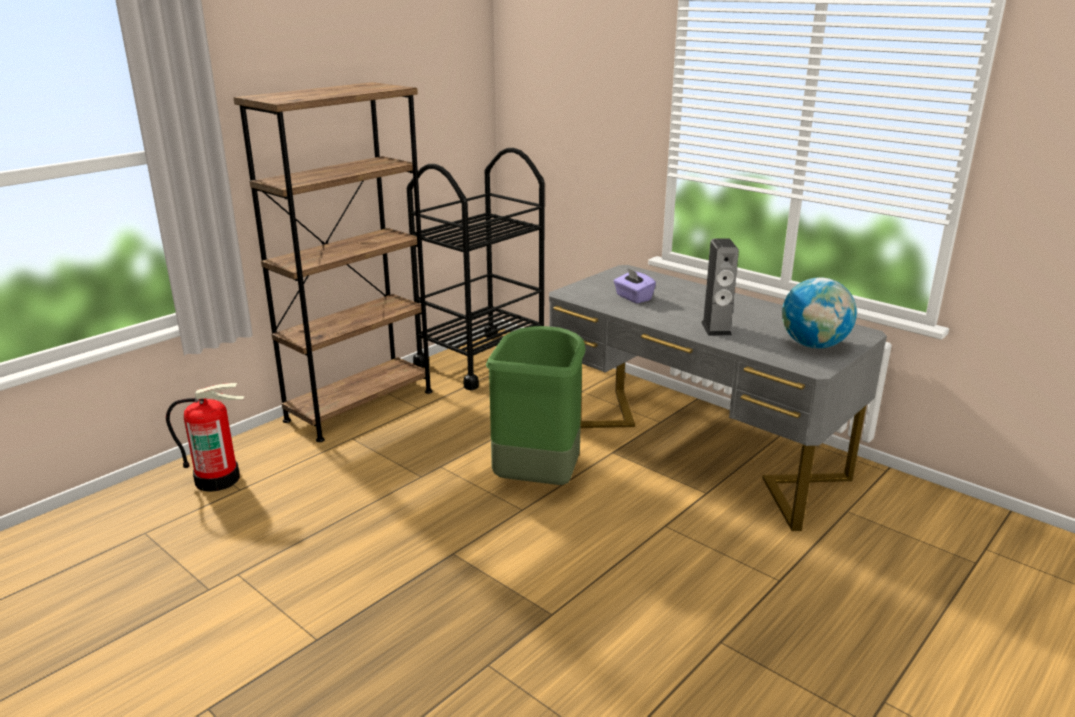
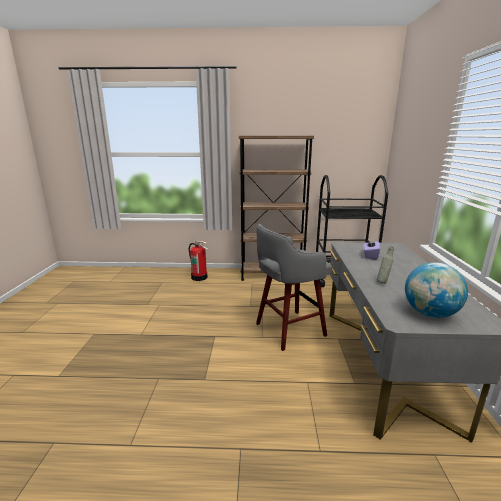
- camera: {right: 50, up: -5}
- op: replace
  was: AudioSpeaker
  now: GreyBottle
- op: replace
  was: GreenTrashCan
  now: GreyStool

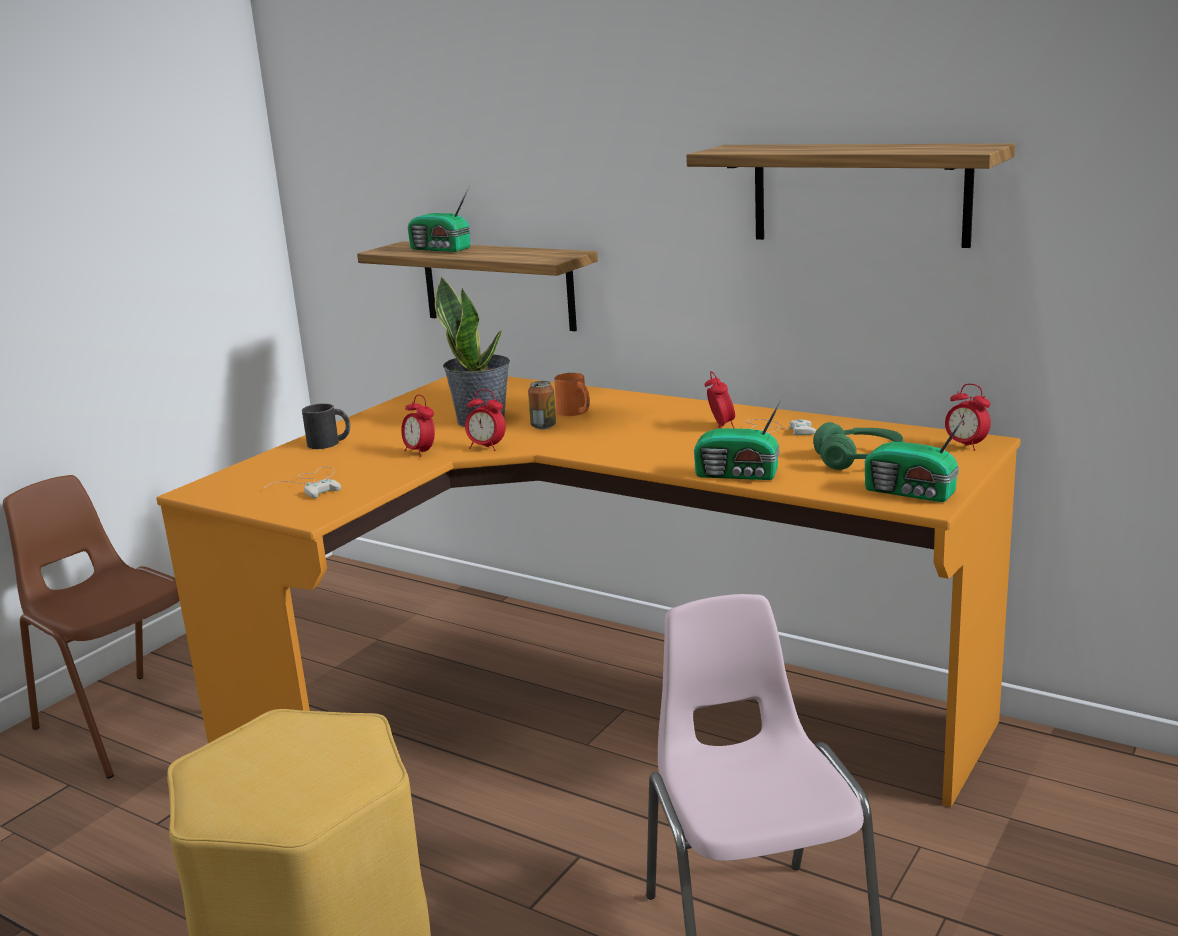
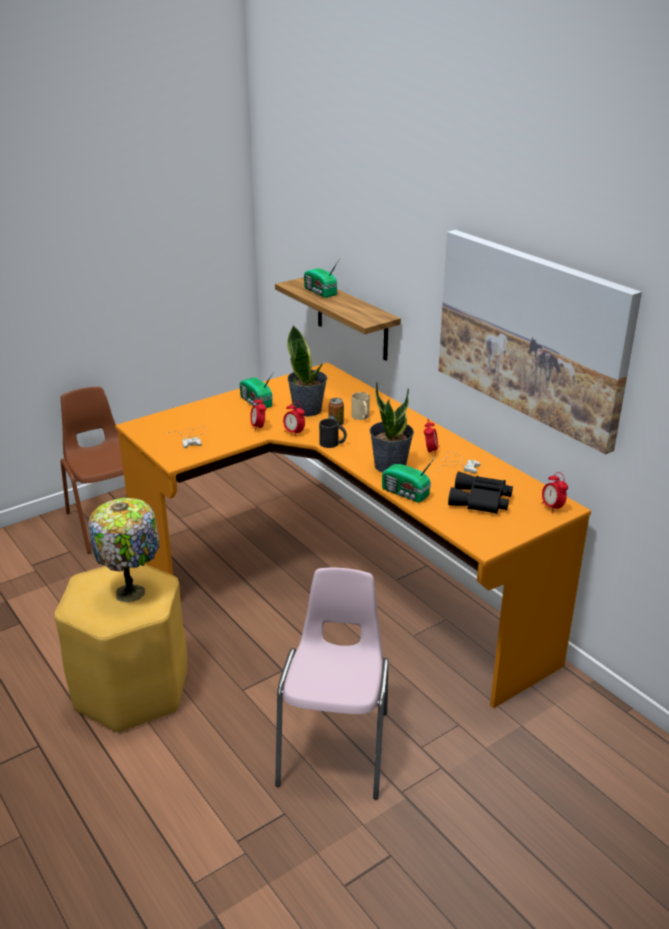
- camera: {right: 20, up: 10}
- op: replace
  was: BracketShelf (2nd from left)
  now: WallArt
- op: recolor
  was: OrangeColouredTeaMug
  now: BeigeTeaMug
- op: move
  was: BlackishTeaMug
- op: move
  was: RadioReceiver (3rd from left in the first image)
  now: RadioReceiver (1st from left)
- op: replace
  was: GreenPairOfHeadphones
  now: BlackishPairOfBinoculars
- op: insert
  now: PlantInAPot (2nd from left)
- op: insert
  now: TableLamp

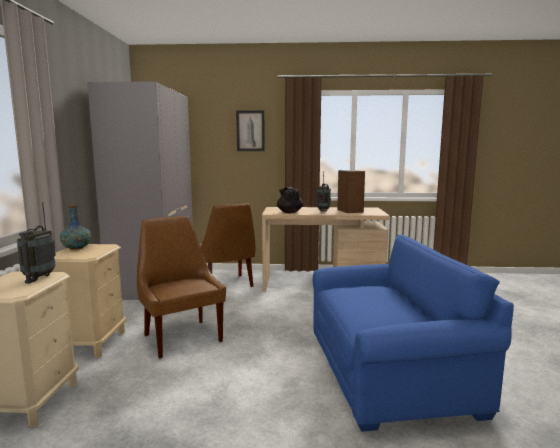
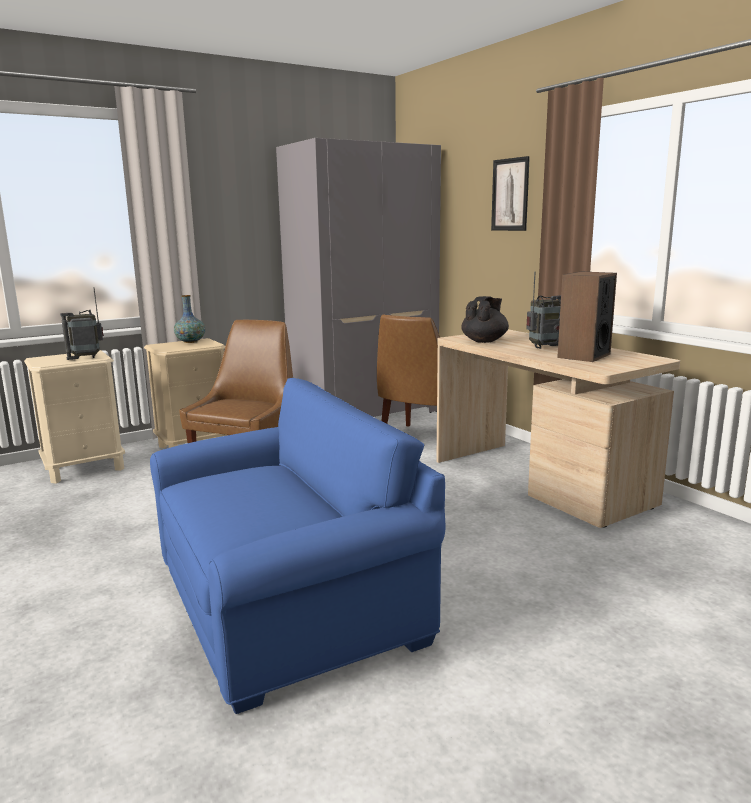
- camera: {right: 55, up: 5}
- op: rotate
  was: BlueEasyChair
  clockwise: -75

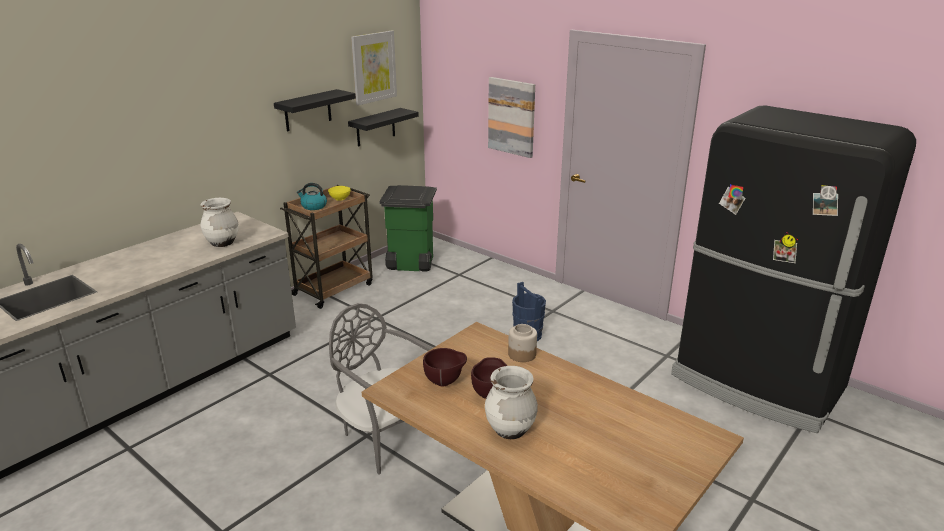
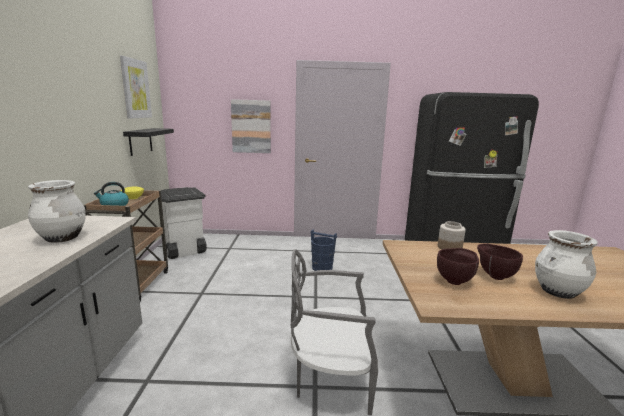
- camera: {right: -40, up: -10}
- op: delete
  was: BlackishBracketShelf (1st from left)
- op: recolor
  was: GreenTrashCan
  now: WhiteTrashCan

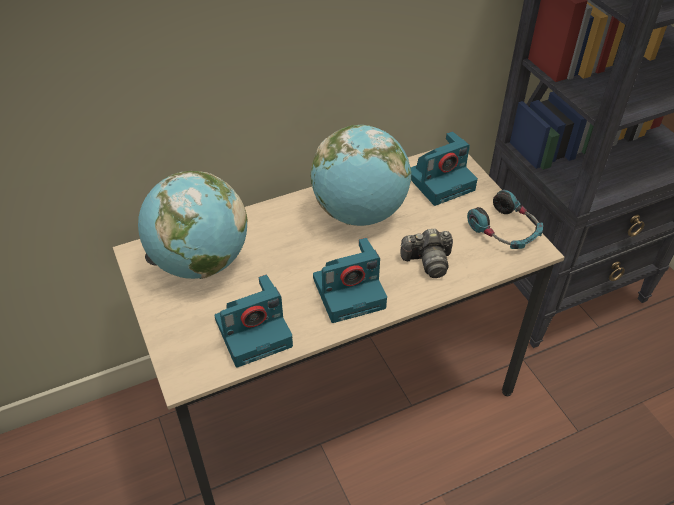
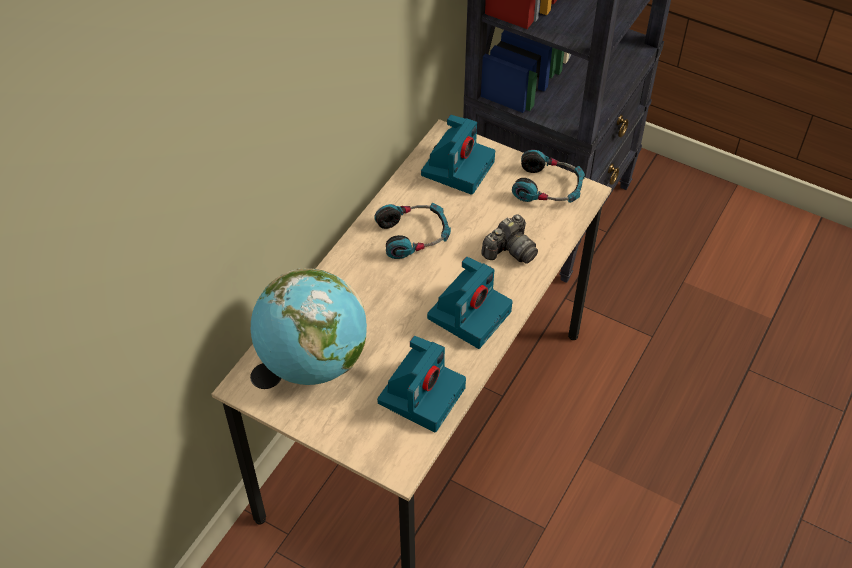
- camera: {right: -35, up: 5}
- op: replace
  was: WorldGlobe (2nd from left)
  now: PairOfHeadphones (1st from left)

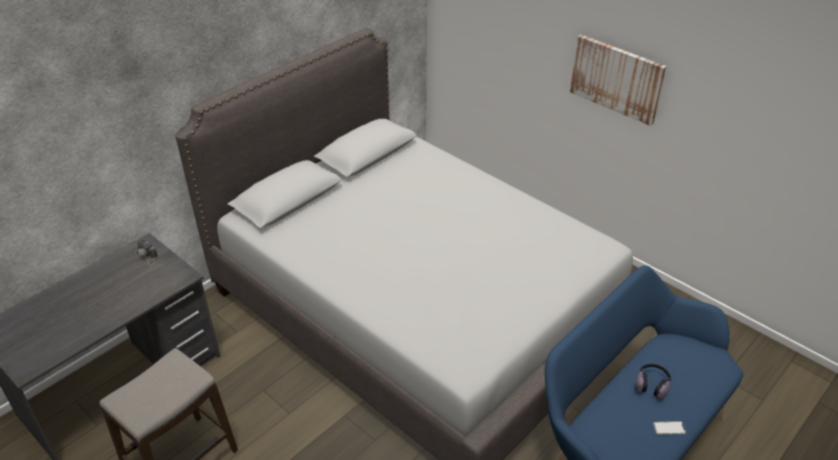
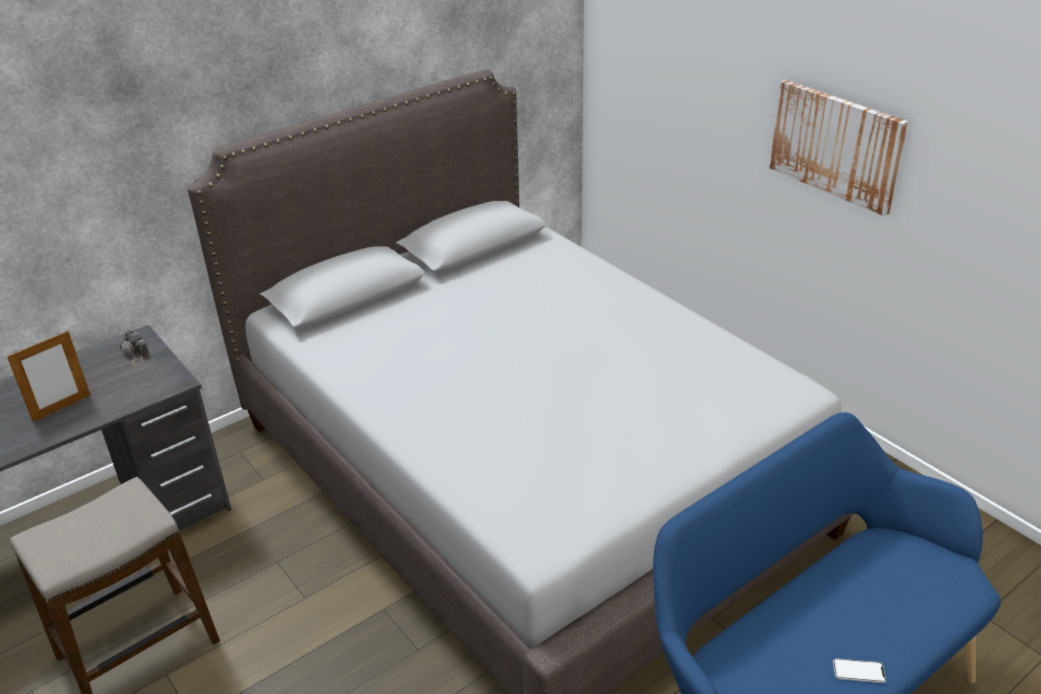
- camera: {right: 10, up: -5}
- op: delete
  was: PairOfHeadphones
- op: insert
  now: PhotoFrame

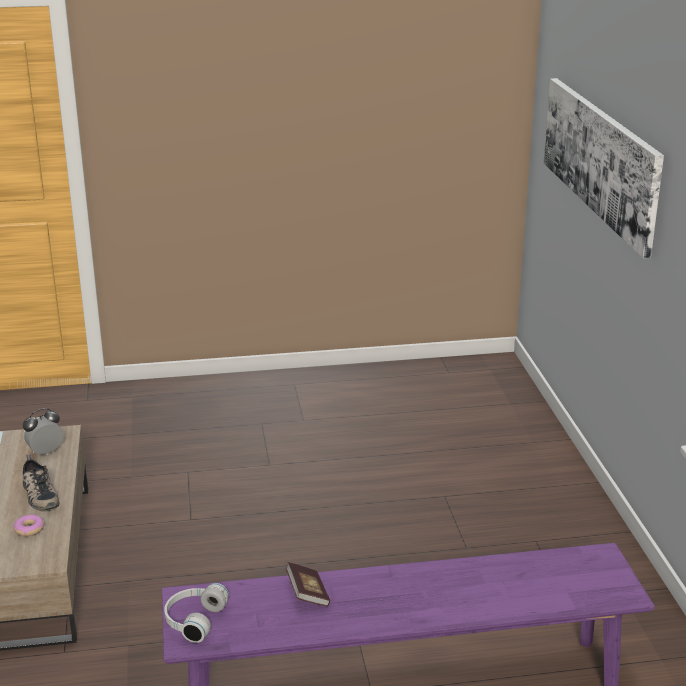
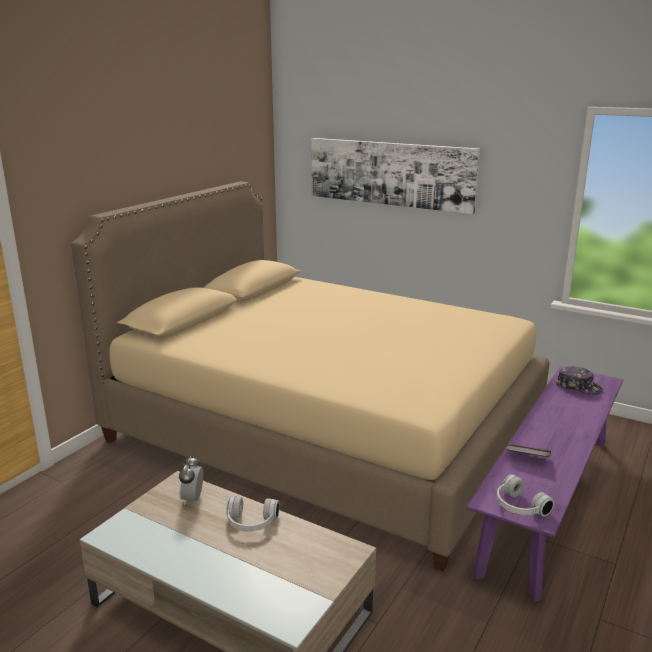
- camera: {right: -50, up: -5}
- op: replace
  was: LowShoe
  now: WhitePairOfHeadphones (1st from left)
- op: delete
  was: RingDoughnut
- op: insert
  now: BeigeBedroomBed
- op: insert
  now: BaseballCap

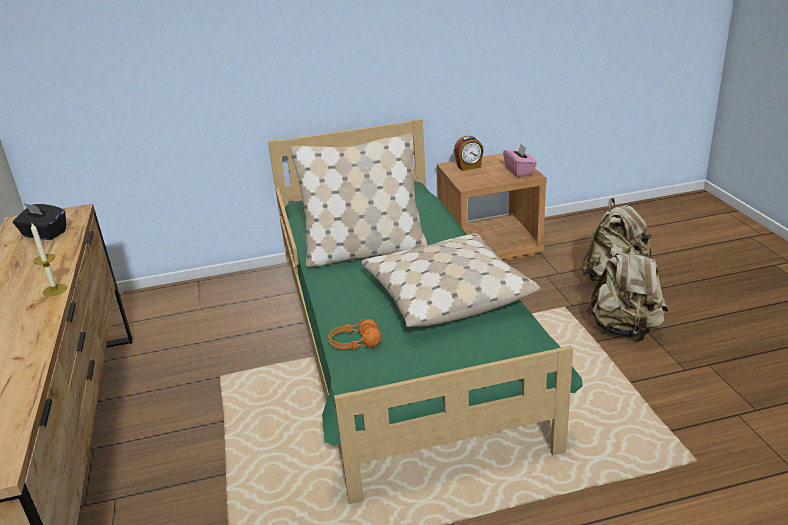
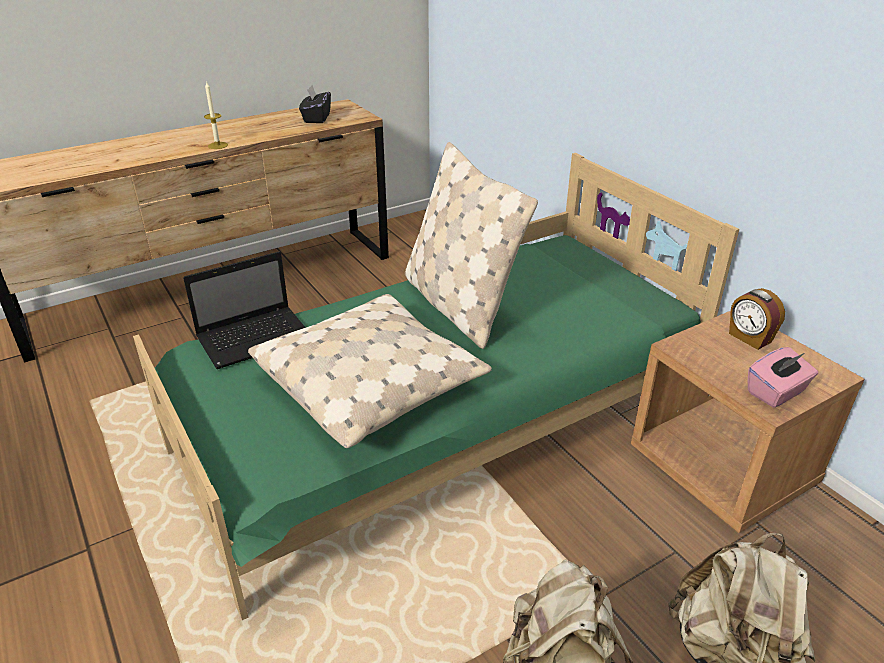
- camera: {right: 70, up: 5}
- op: replace
  was: OrangeColouredPairOfHeadphones
  now: PortableComputer

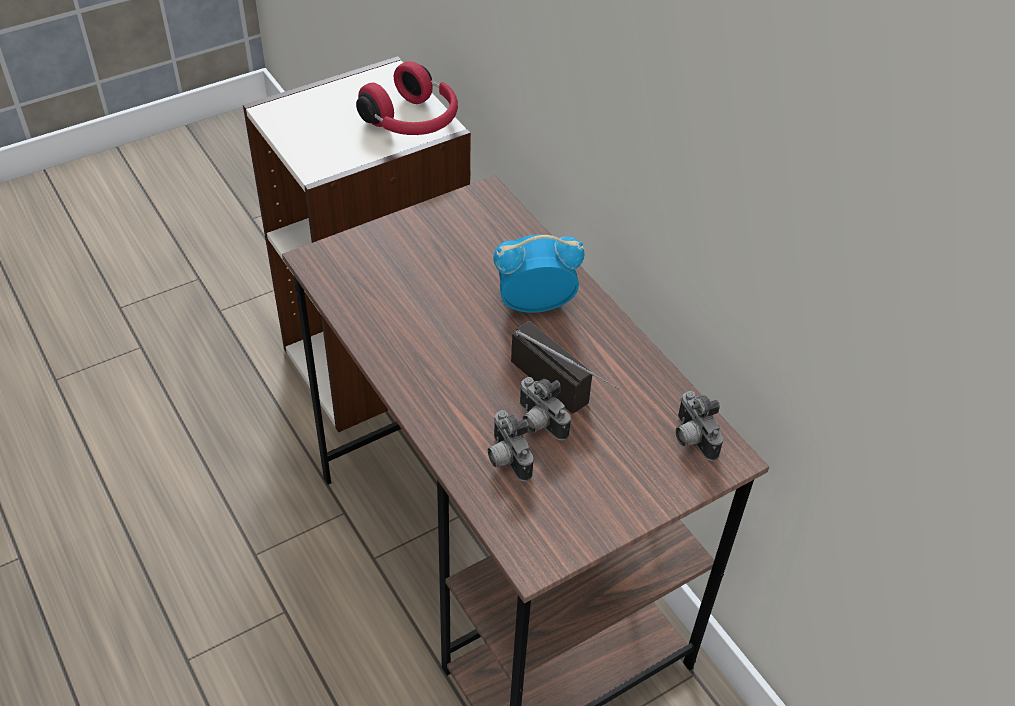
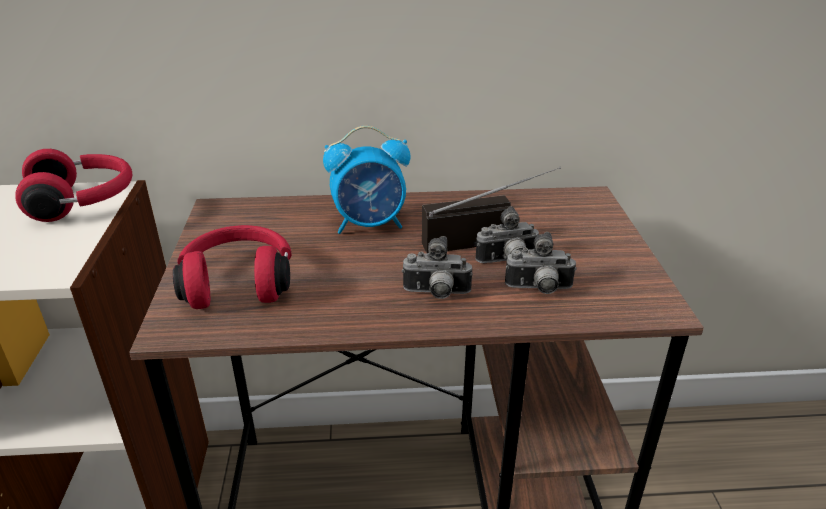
- camera: {right: -60, up: -15}
- op: rotate
  was: BedsideClock
  clockwise: -120
- op: move
  was: PhotoCamera (3rd from left in the first image)
  now: PhotoCamera (1st from left)
- op: insert
  now: RedColouredPairOfHeadphones (2nd from left)

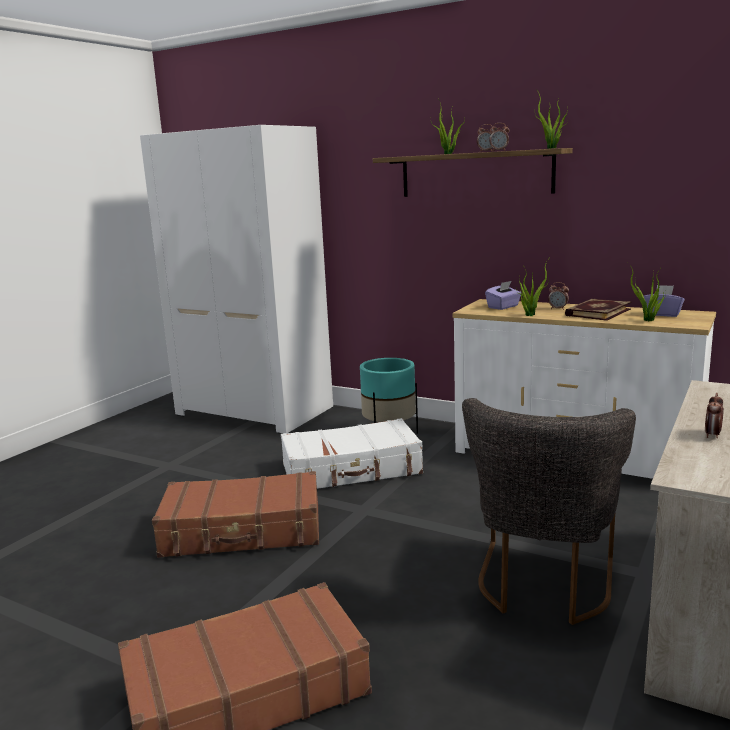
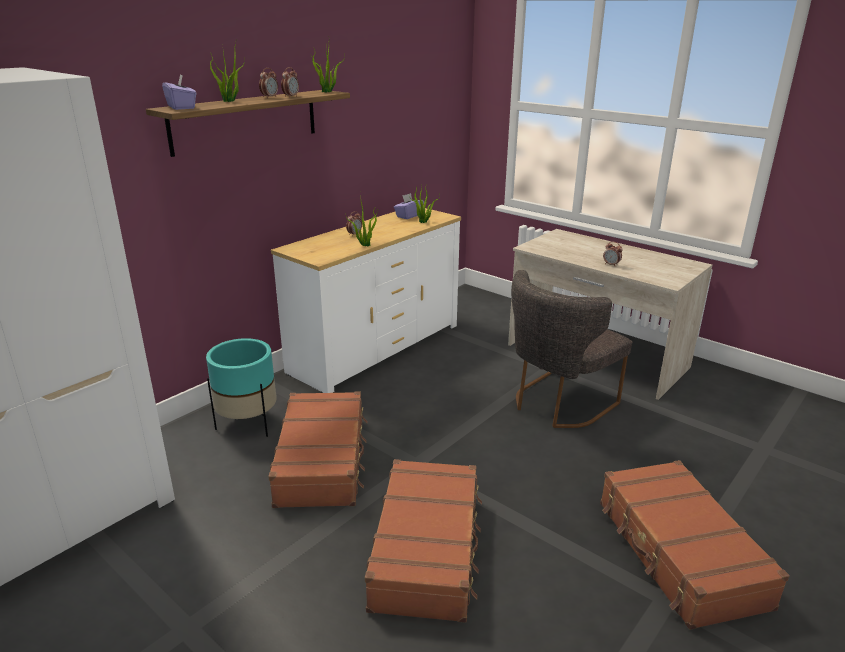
- camera: {right: -80, up: 10}
- op: move
  was: PurplishTissueBox (1st from left)
- op: delete
  was: Book
- op: rotate
  was: GreyChair
  clockwise: 105
- op: recolor
  was: WhiteSuitcase
  now: BrownColouredSuitcase (1st from left)

